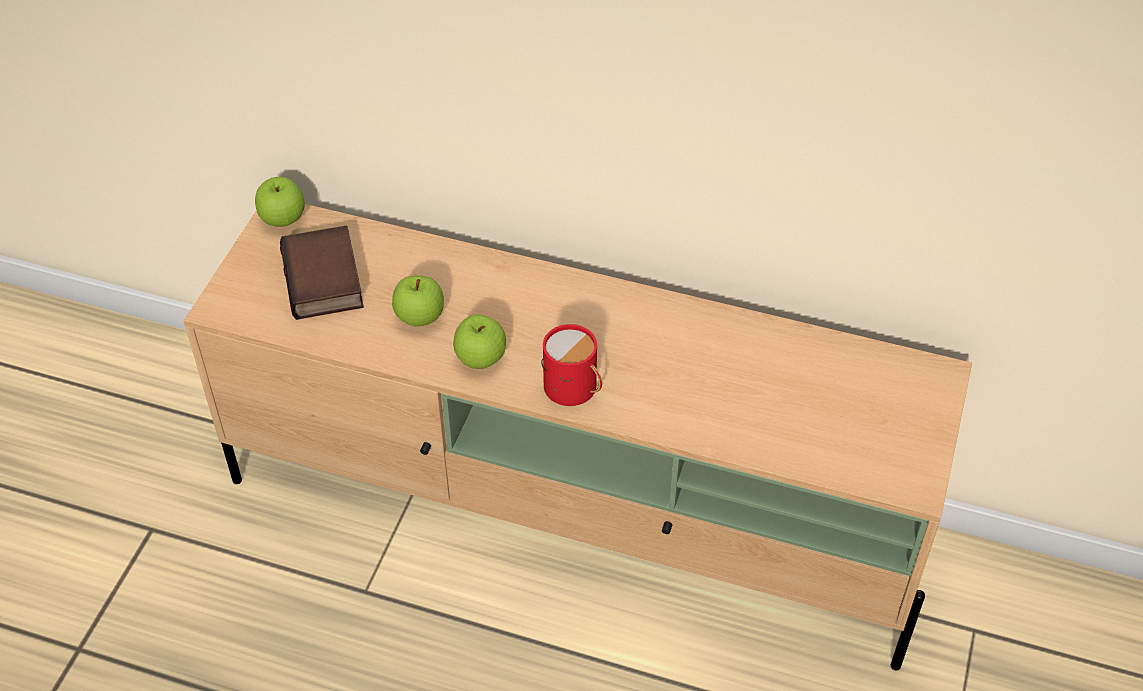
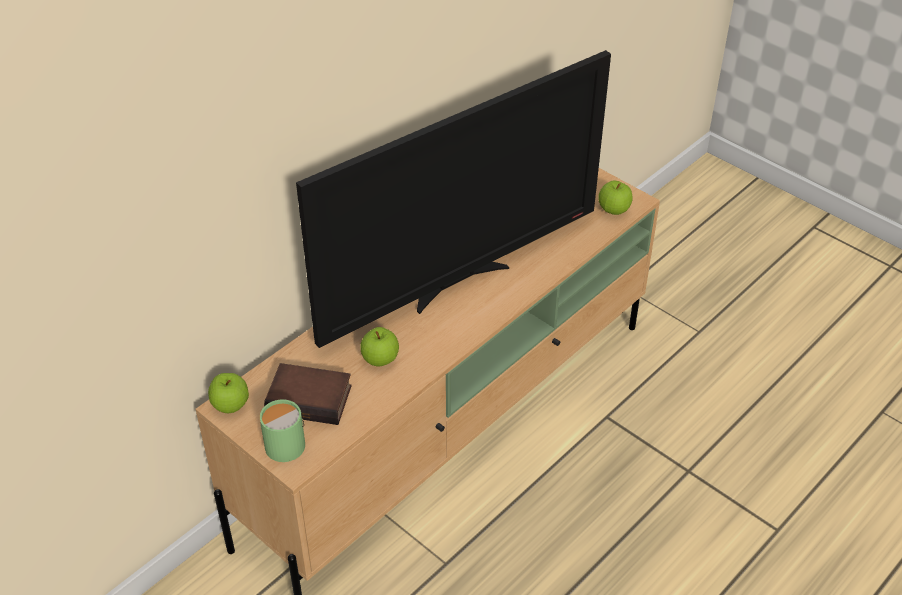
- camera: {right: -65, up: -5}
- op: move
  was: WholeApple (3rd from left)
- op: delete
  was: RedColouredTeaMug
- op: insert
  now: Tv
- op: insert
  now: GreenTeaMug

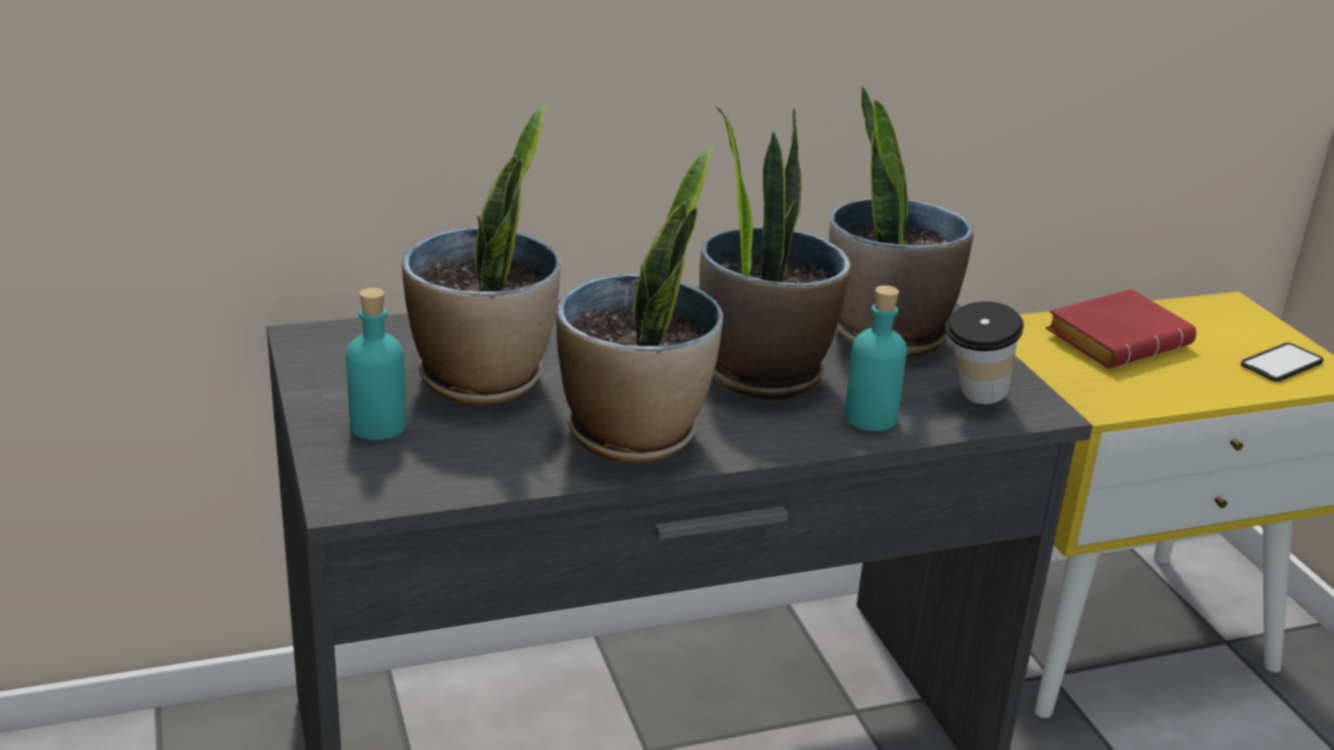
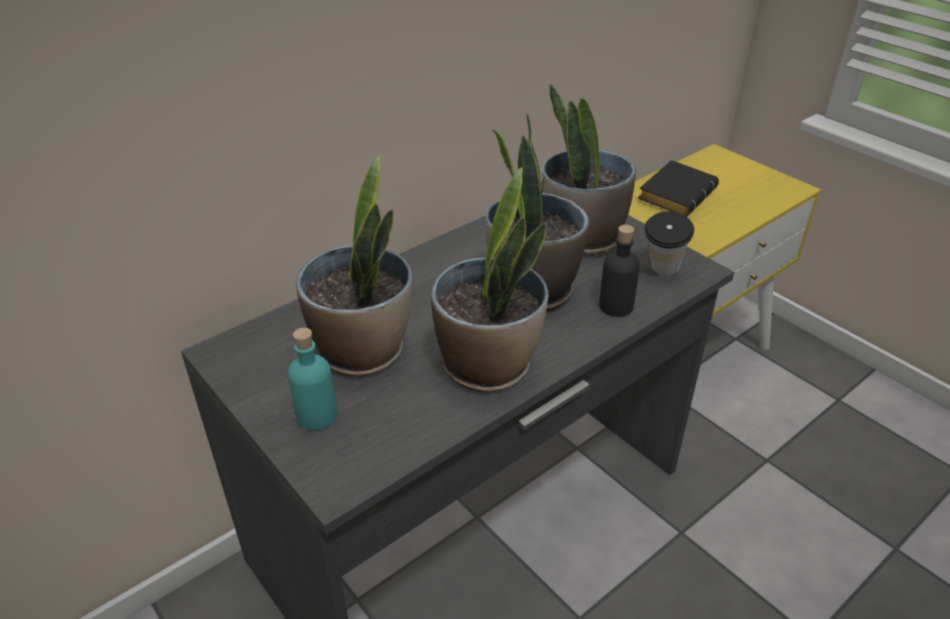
- camera: {right: -20, up: 10}
- op: recolor
  was: TurquoiseBottle (2nd from left)
  now: BlackishBottle
- op: recolor
  was: RedColouredBook
  now: BlackishBook
- op: delete
  was: Handset

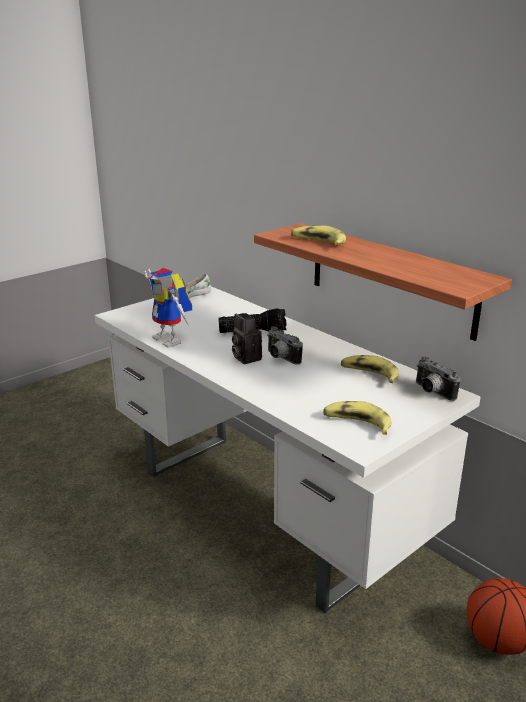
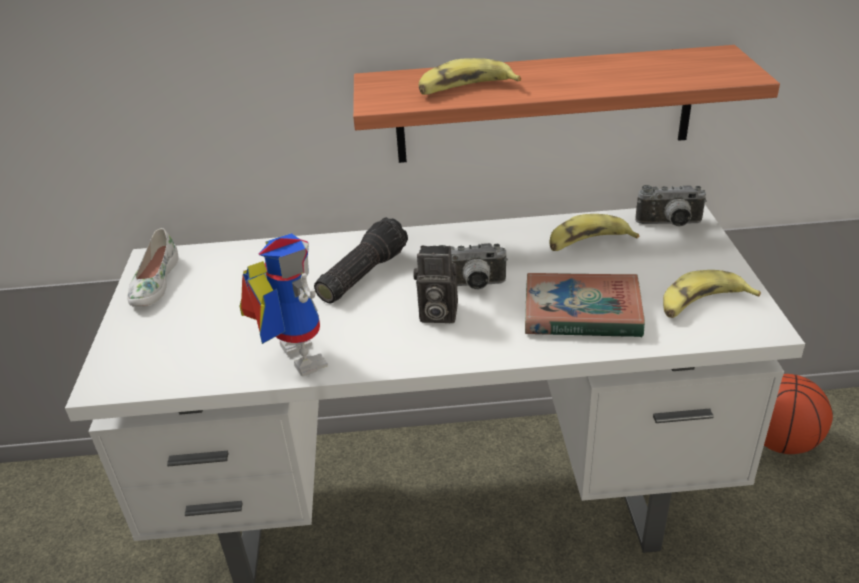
- camera: {right: -50, up: 10}
- op: rotate
  was: ToyRobot
  clockwise: -120
- op: insert
  now: Book

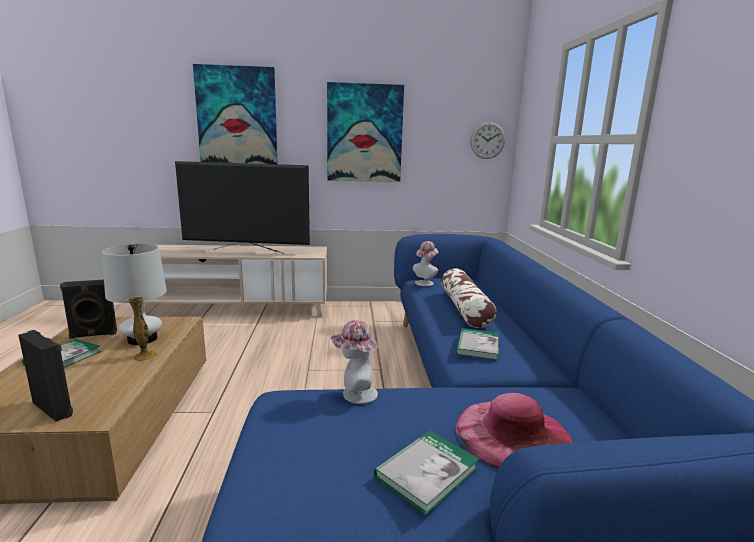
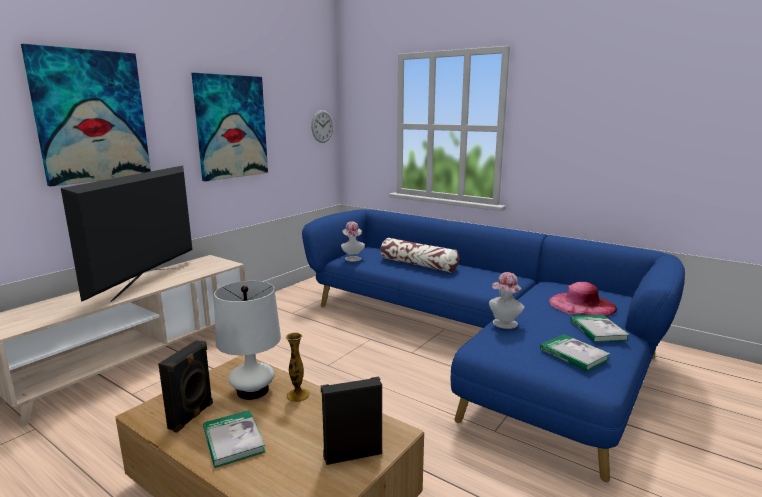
- camera: {right: -50, up: 0}
- op: rotate
  was: Tv
  clockwise: 150
- op: move
  was: Book (3rd from left in the first image)
  now: Book (2nd from left)

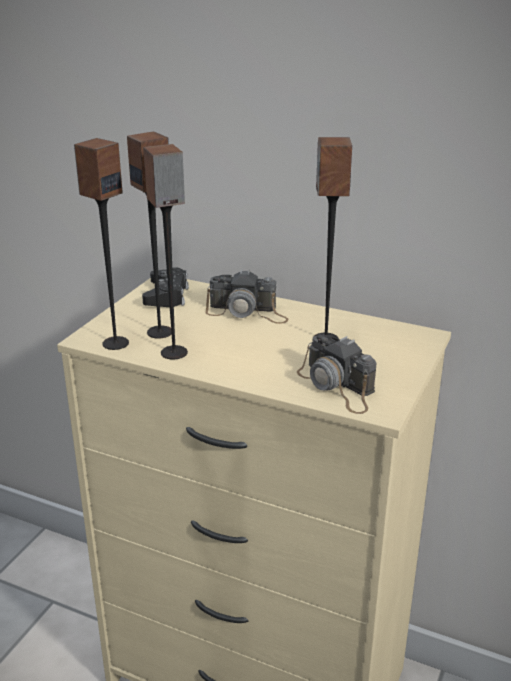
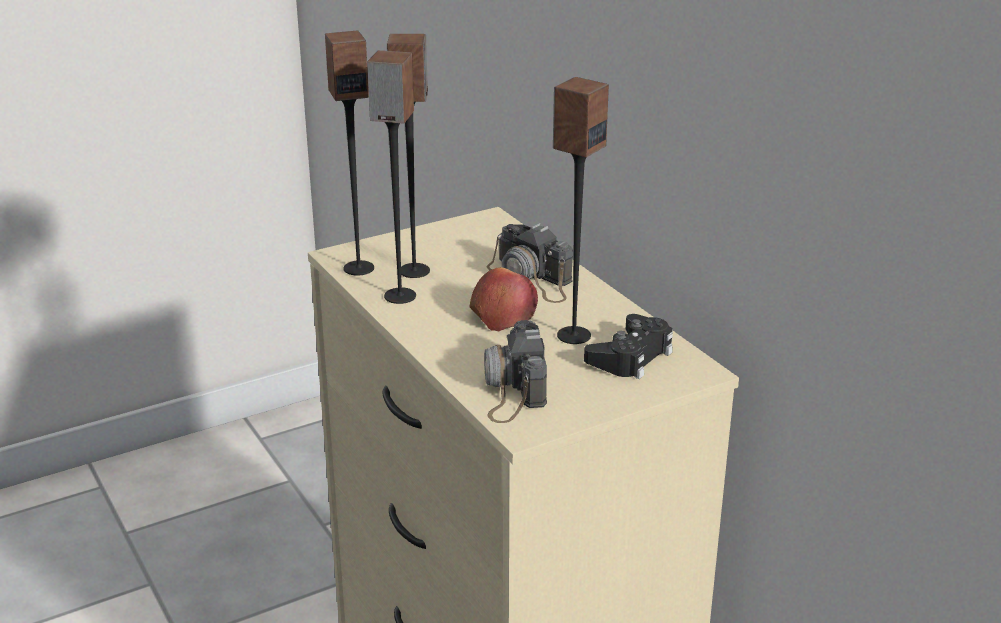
- camera: {right: 35, up: 0}
- op: move
  was: BlackishGameController
- op: insert
  now: WholeApple

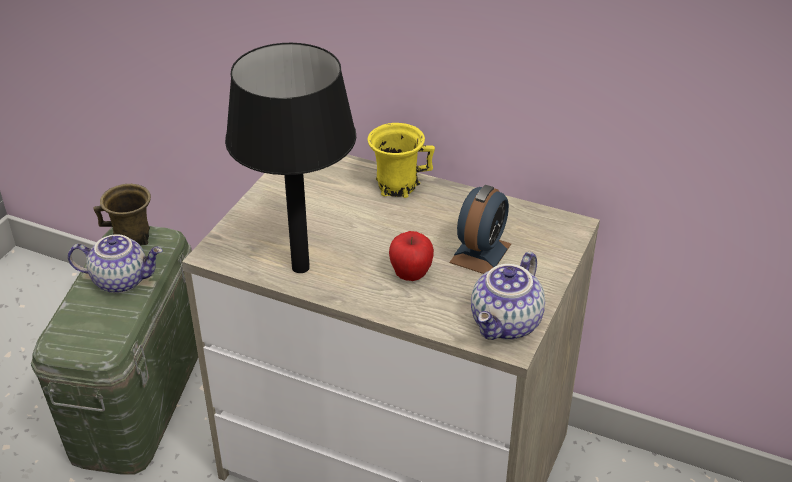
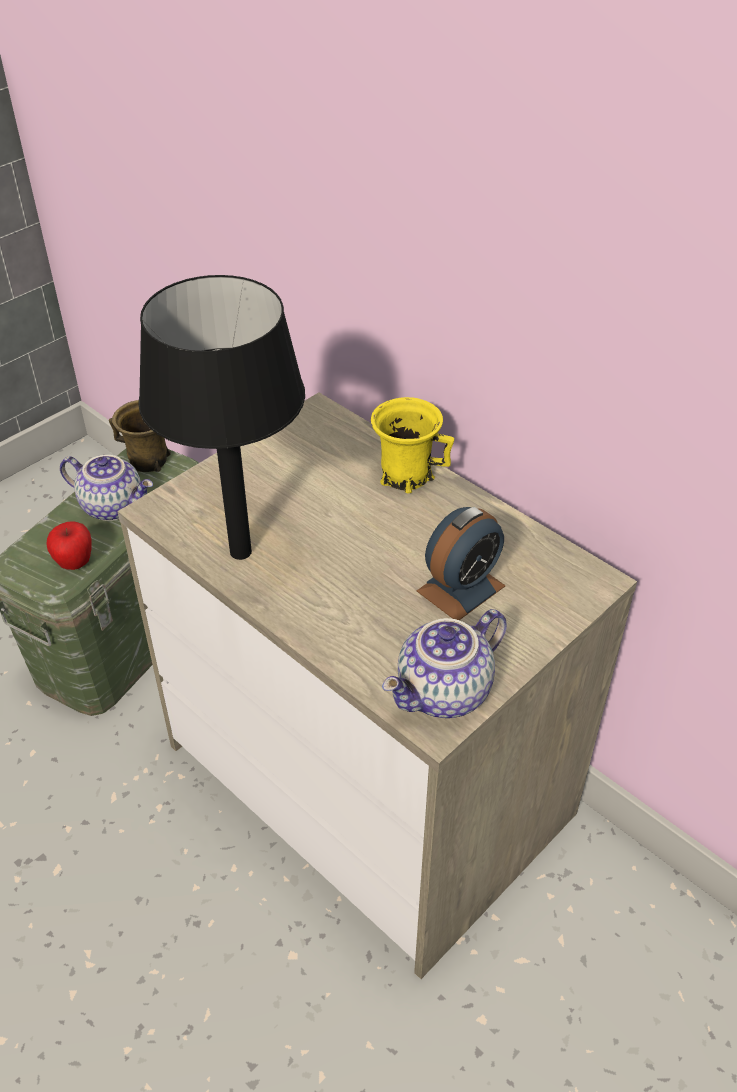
- camera: {right: 20, up: 5}
- op: move
  was: WholeApple

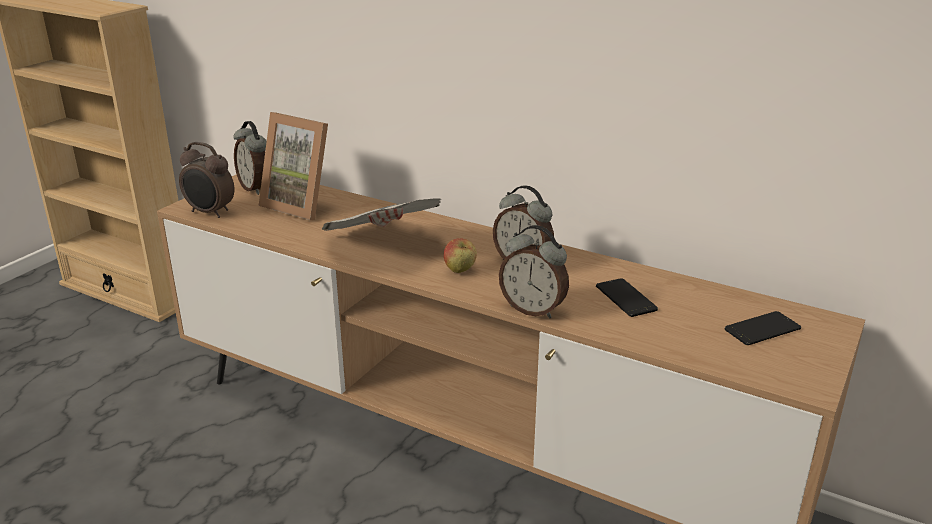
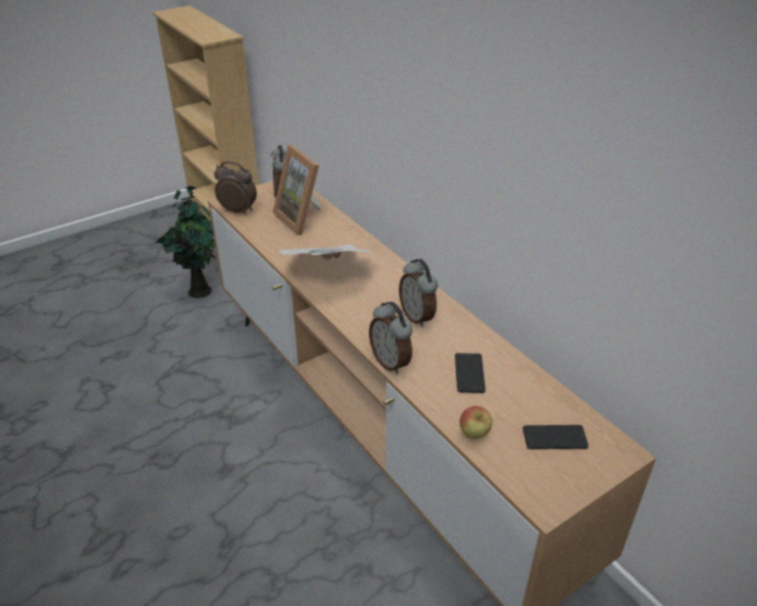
- camera: {right: 25, up: 10}
- op: rotate
  was: BedsideClock (1st from left)
  clockwise: 150
- op: move
  was: WholeApple
- op: insert
  now: PlantInAPot

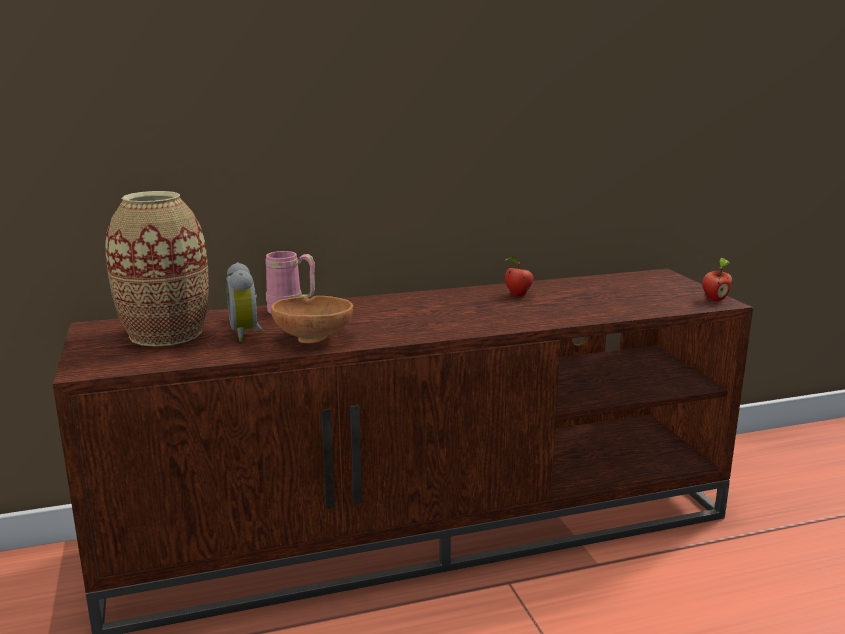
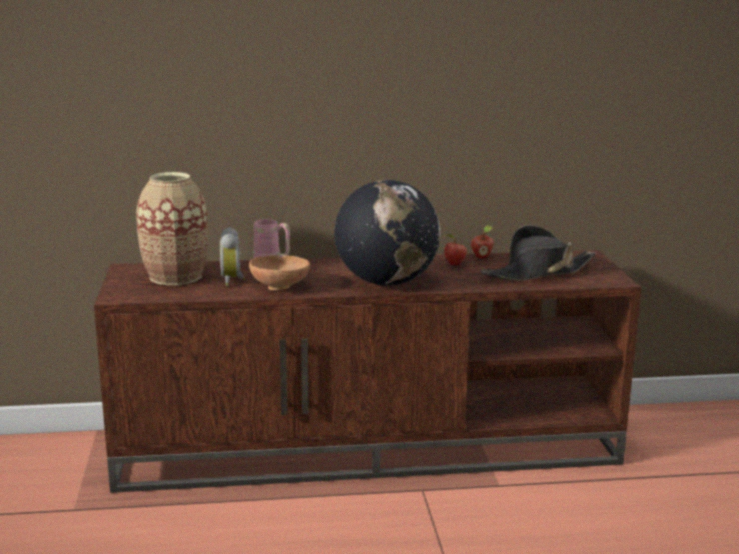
- camera: {right: 10, up: 0}
- op: move
  was: WholeApple (2nd from left)
- op: insert
  now: WorldGlobe
- op: insert
  now: BlackishClothingHat

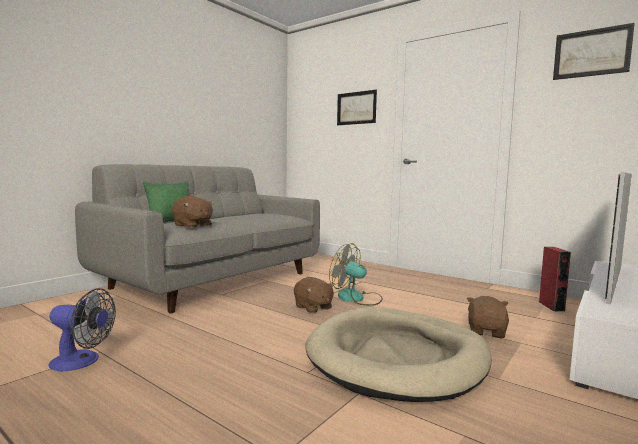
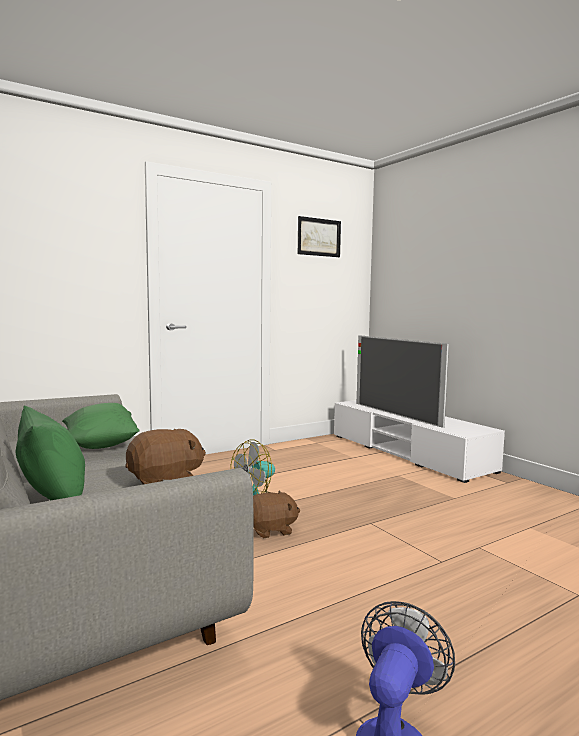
- camera: {right: -70, up: 0}
- op: delete
  was: WallArt (1st from left)
- op: delete
  was: RedColouredAudioSpeaker
- op: delete
  was: BrownColouredCuddlyToy (3rd from left)
- op: delete
  was: BeigeDogCushion
- op: insert
  now: GreenPillow (2nd from left)

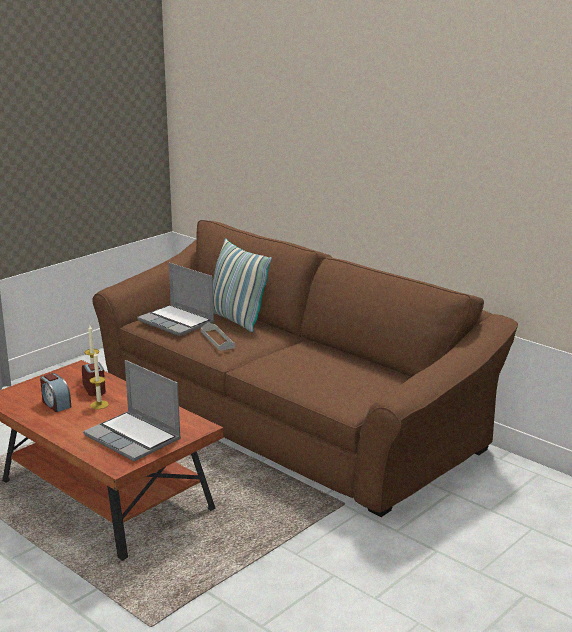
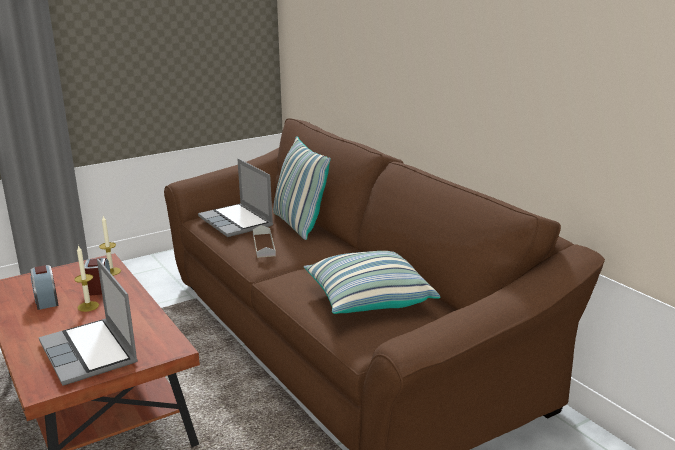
- camera: {right: 15, up: 0}
- op: insert
  now: Pillow (2nd from left)

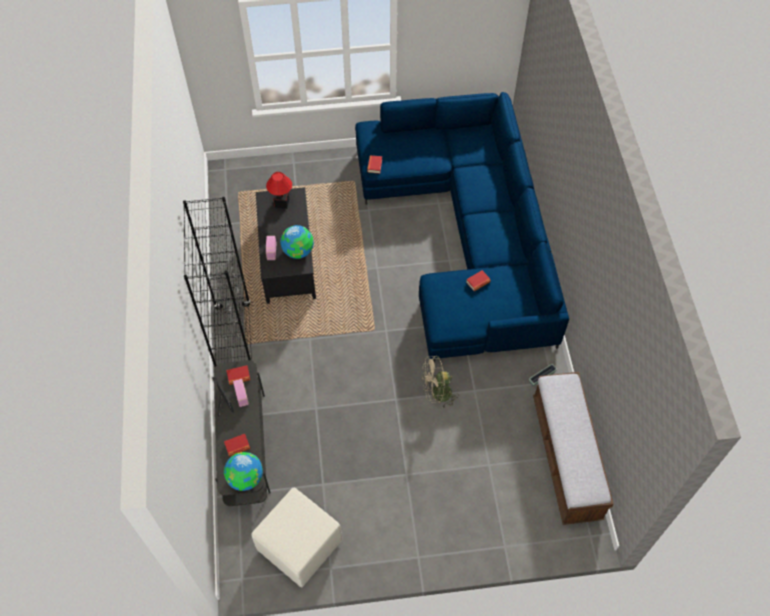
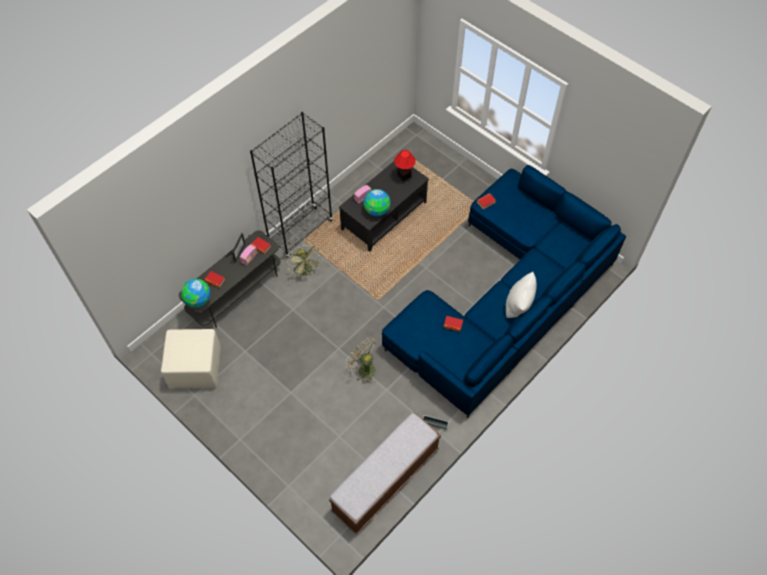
- camera: {right: 50, up: 0}
- op: insert
  now: GreenCoolingFan
- op: insert
  now: WhitePillow

